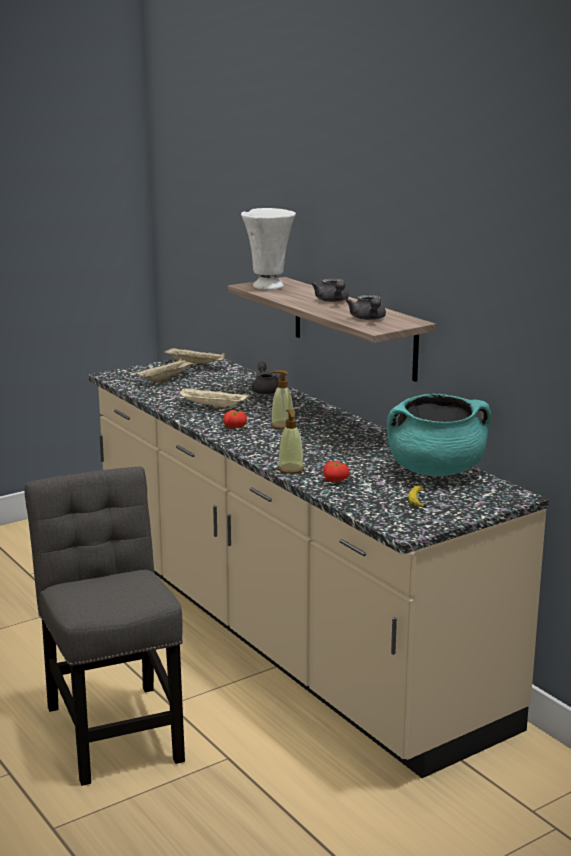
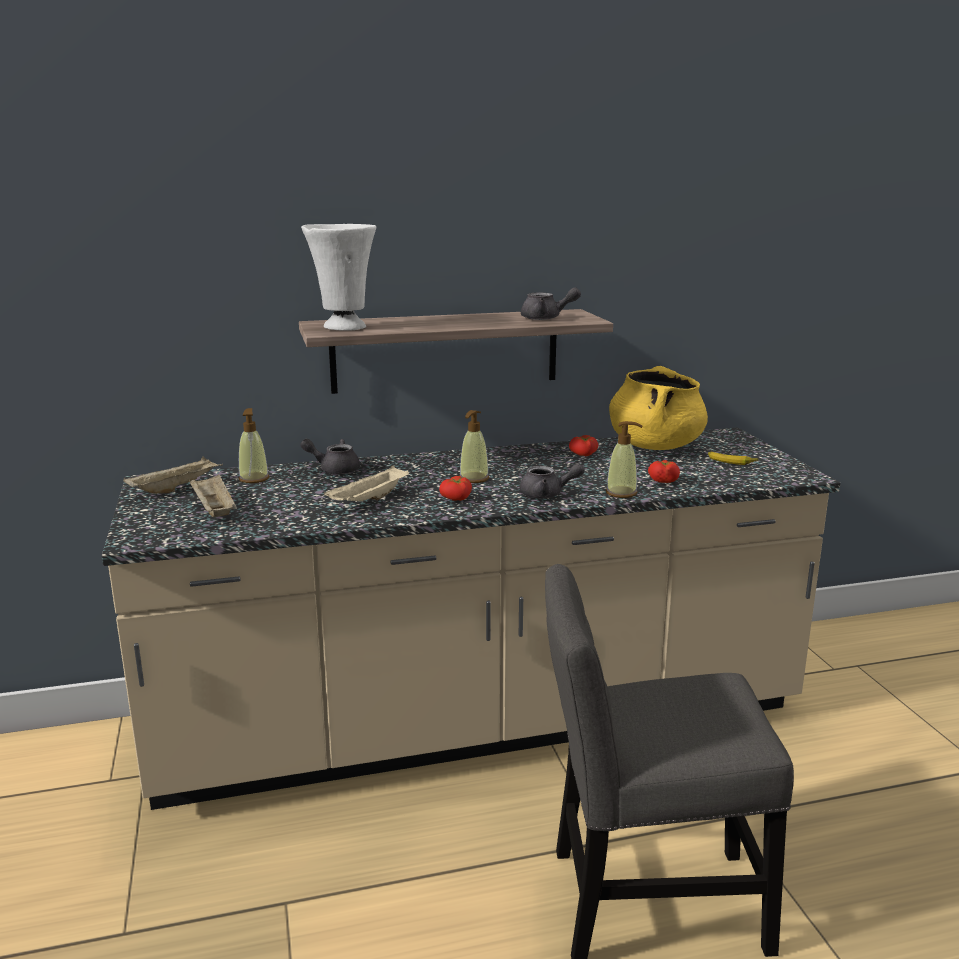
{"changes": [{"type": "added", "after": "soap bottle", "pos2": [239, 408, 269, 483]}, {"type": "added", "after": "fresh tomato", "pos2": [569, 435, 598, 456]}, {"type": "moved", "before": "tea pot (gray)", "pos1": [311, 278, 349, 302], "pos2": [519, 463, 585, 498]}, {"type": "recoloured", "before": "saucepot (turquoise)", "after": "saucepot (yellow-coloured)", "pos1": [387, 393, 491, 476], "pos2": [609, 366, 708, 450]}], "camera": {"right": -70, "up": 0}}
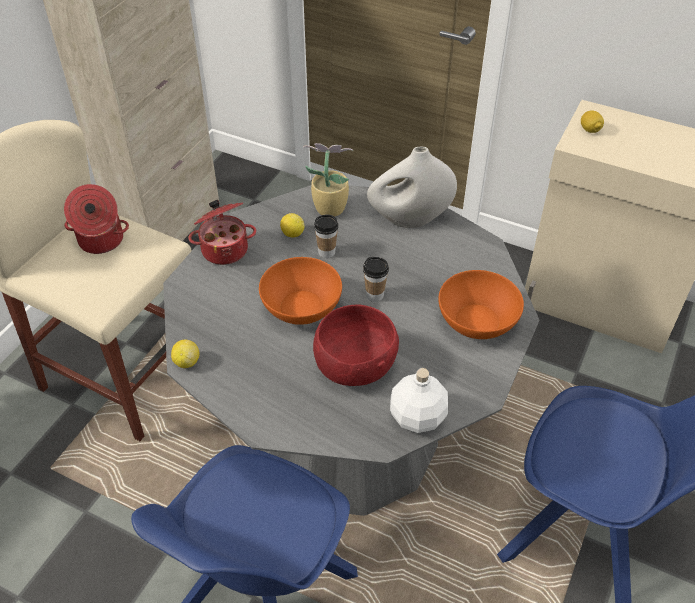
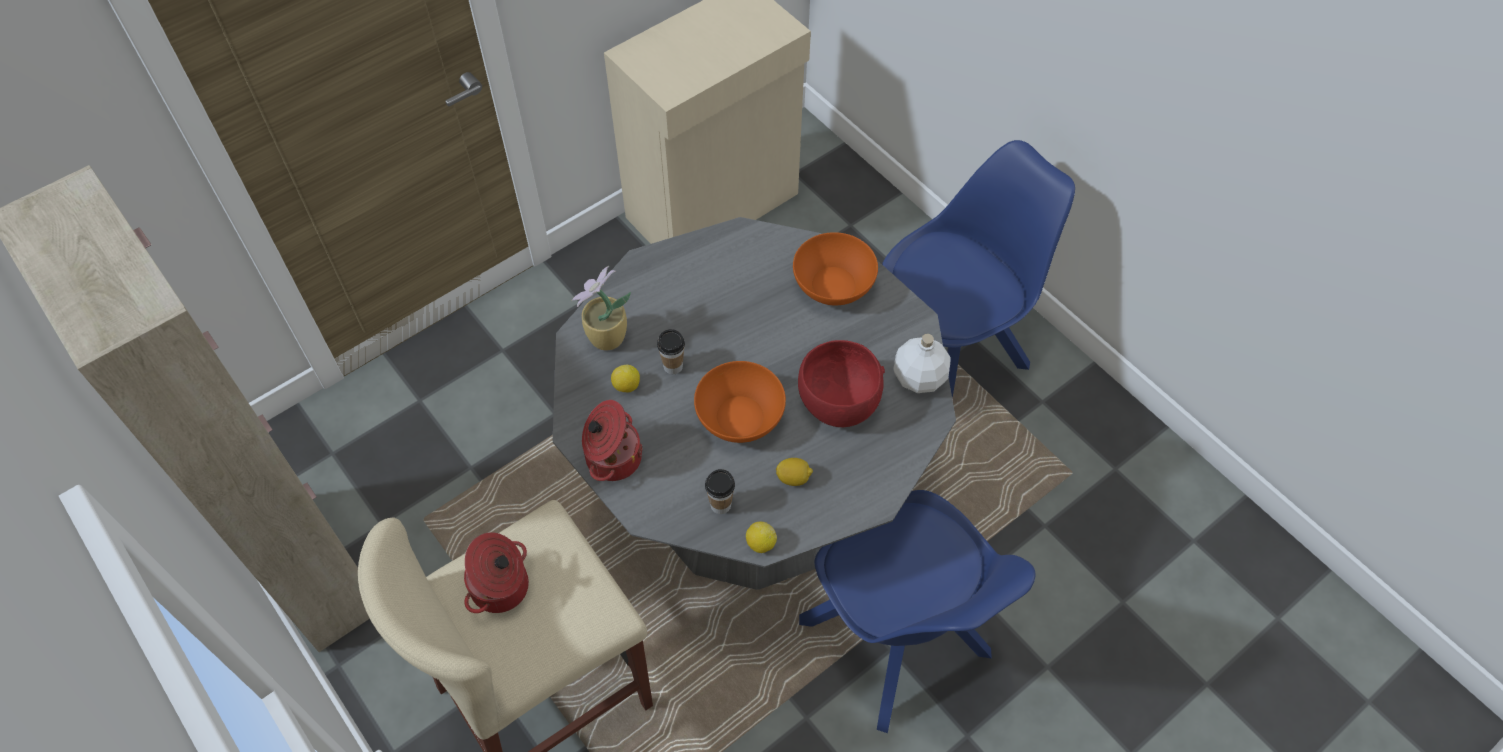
{"changes": [{"type": "removed", "before": "flower vase (whitish)", "pos1": [367, 146, 457, 228]}, {"type": "moved", "before": "cup", "pos1": [363, 257, 389, 302], "pos2": [705, 469, 735, 514]}, {"type": "moved", "before": "lemon", "pos1": [581, 110, 604, 133], "pos2": [776, 458, 813, 486]}], "camera": {"right": -65, "up": 10}}
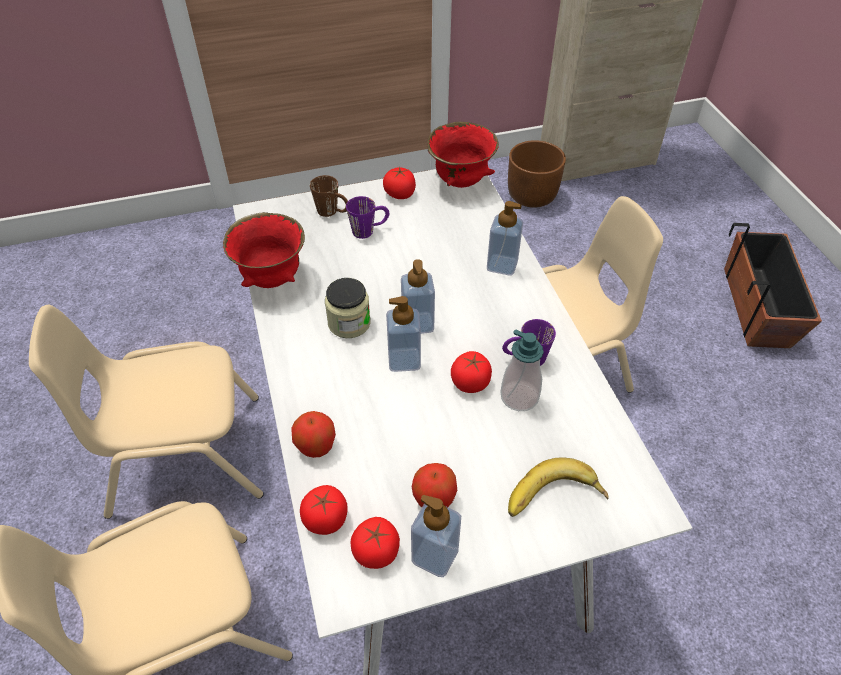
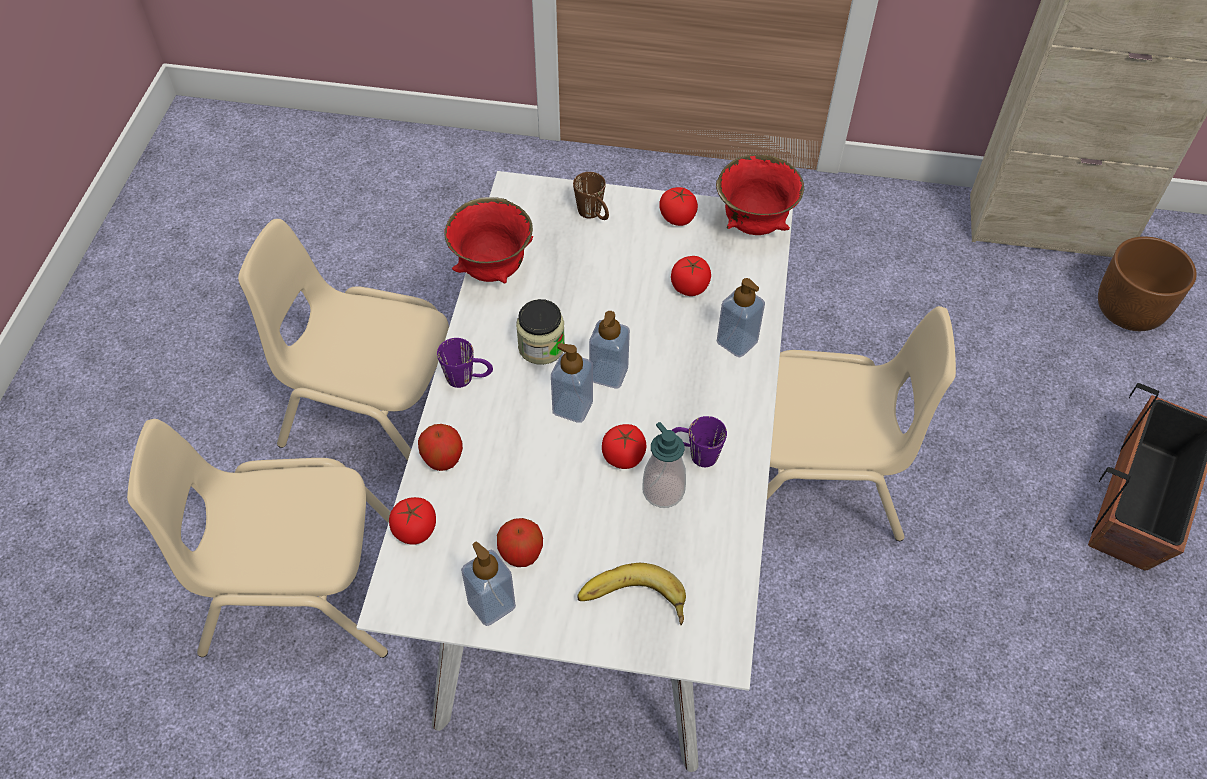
{"changes": [{"type": "moved", "before": "mug (purple-coloured)", "pos1": [346, 196, 389, 239], "pos2": [437, 338, 493, 388]}, {"type": "moved", "before": "fresh tomato", "pos1": [350, 517, 400, 569], "pos2": [671, 256, 711, 296]}, {"type": "moved", "before": "plant pot (brown)", "pos1": [508, 140, 566, 208], "pos2": [1098, 237, 1197, 331]}], "camera": {"right": 25, "up": 5}}
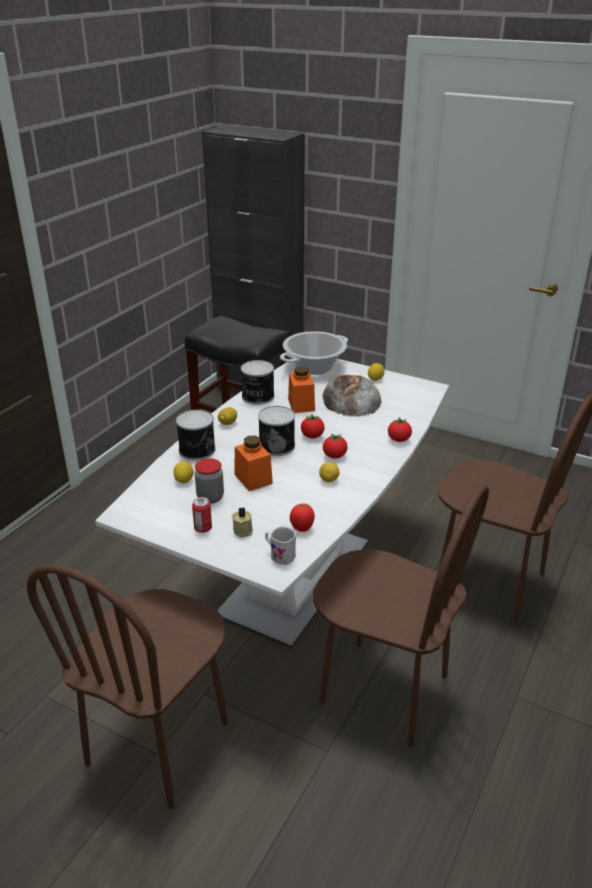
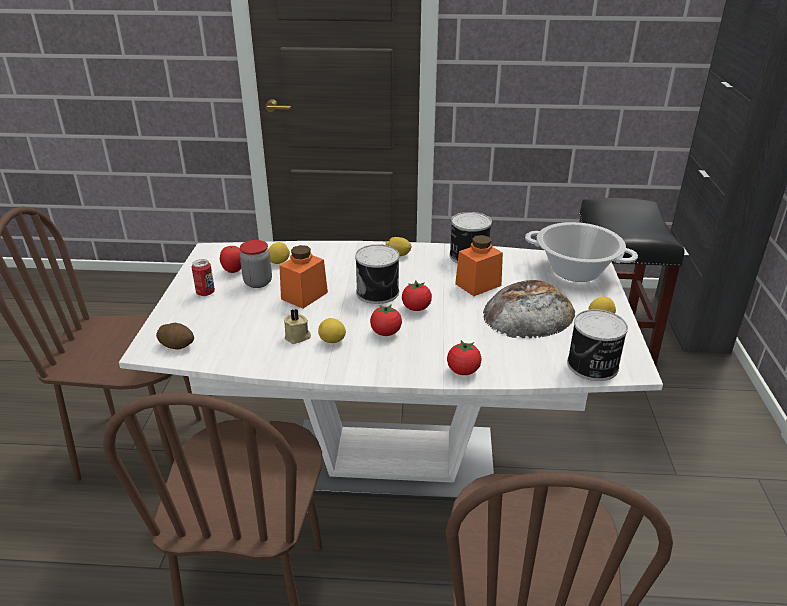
{"changes": [{"type": "moved", "before": "metal can", "pos1": [176, 410, 215, 460], "pos2": [567, 309, 628, 381]}, {"type": "moved", "before": "candle (sand-coloured)", "pos1": [232, 507, 253, 538], "pos2": [284, 309, 311, 344]}, {"type": "moved", "before": "fresh tomato", "pos1": [290, 503, 315, 532], "pos2": [220, 246, 241, 273]}, {"type": "replaced", "before": "mug (whitish)", "after": "spud", "pos1": [265, 526, 296, 565], "pos2": [156, 323, 194, 350]}], "camera": {"right": 65, "up": 0}}
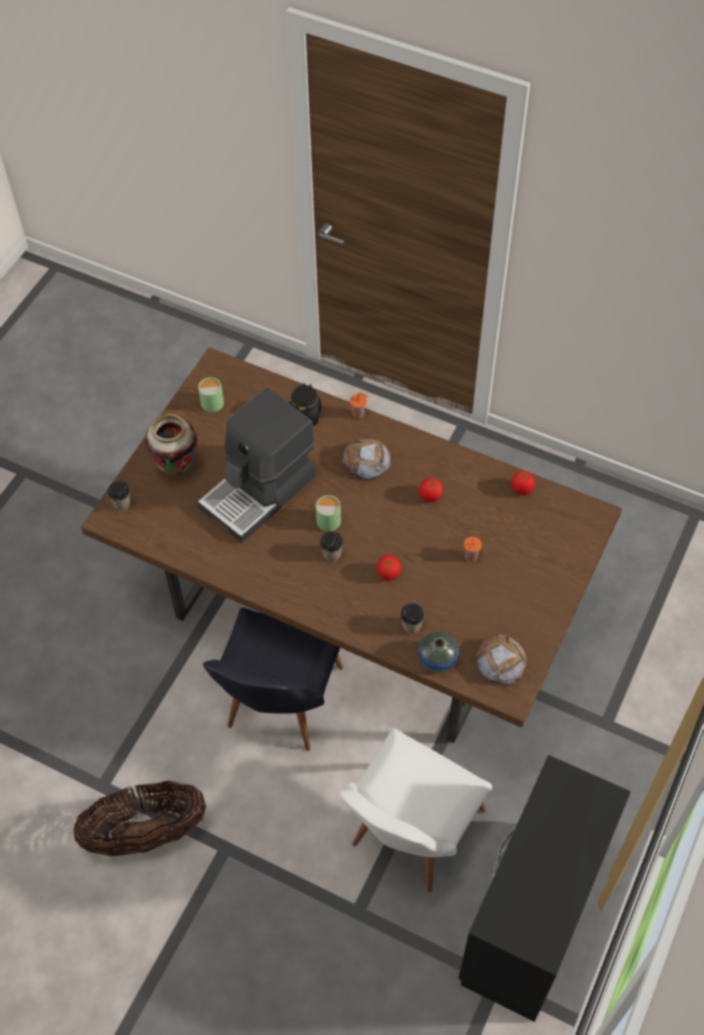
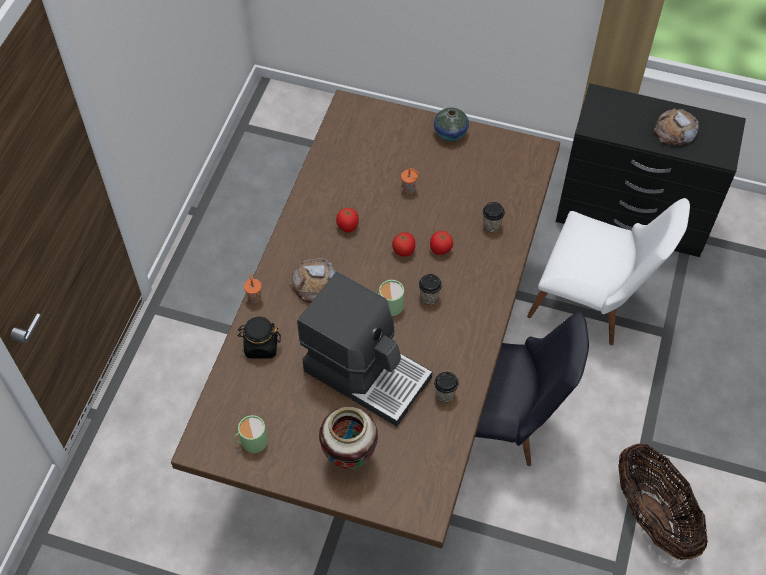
{"changes": [{"type": "moved", "before": "cup", "pos1": [107, 481, 131, 511], "pos2": [434, 372, 459, 403]}, {"type": "moved", "before": "flower vase", "pos1": [418, 632, 459, 672], "pos2": [434, 107, 469, 141]}, {"type": "moved", "before": "bakery bread", "pos1": [476, 633, 527, 686], "pos2": [654, 108, 699, 146]}, {"type": "moved", "before": "fresh tomato", "pos1": [511, 470, 535, 495], "pos2": [392, 232, 415, 257]}], "camera": {"right": -100, "up": 0}}
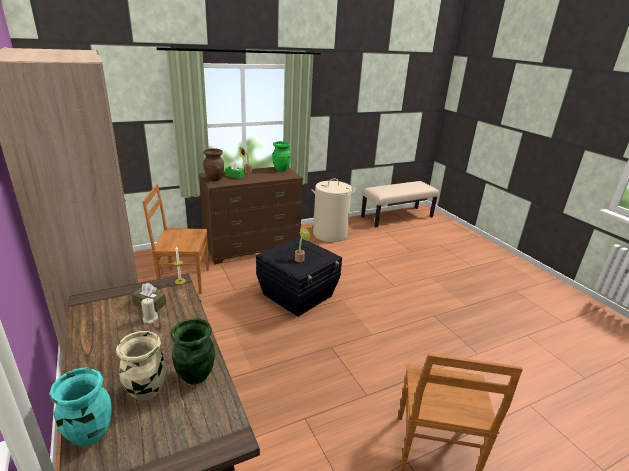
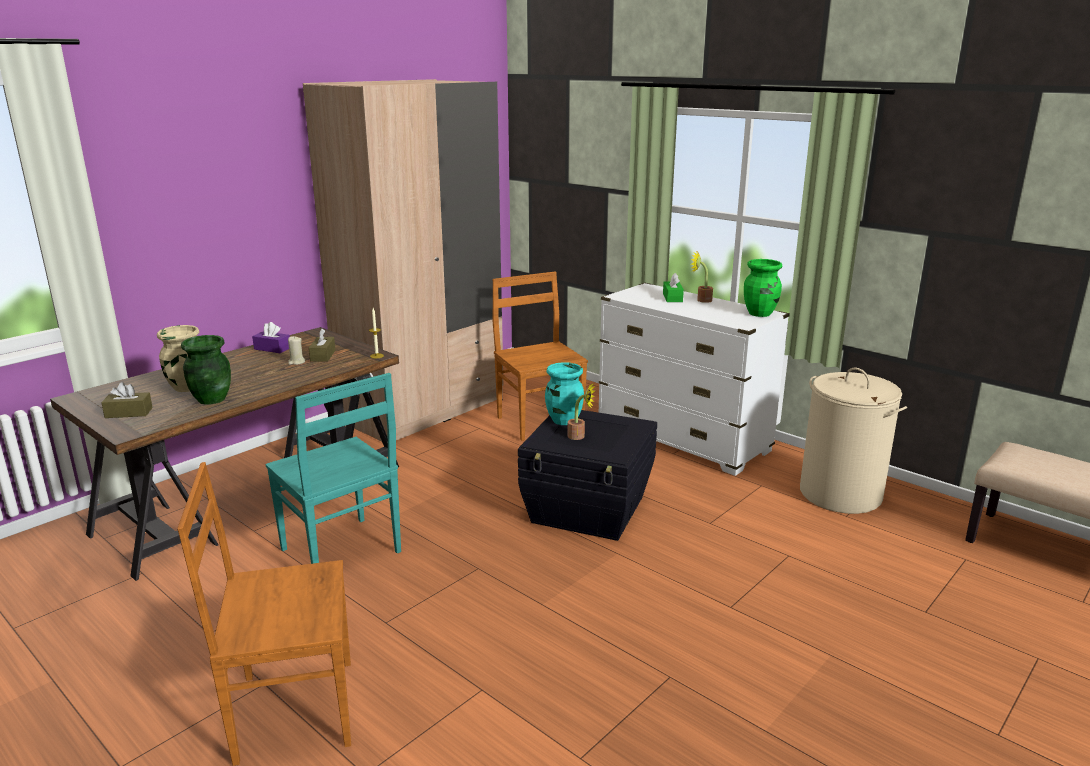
{"changes": [{"type": "removed", "before": "flower vase (brown)", "pos1": [203, 148, 224, 181]}, {"type": "added", "after": "tissue box (brown)", "pos2": [101, 382, 153, 418]}, {"type": "added", "after": "tissue box (purple-coloured)", "pos2": [252, 322, 290, 353]}, {"type": "added", "after": "chair (turquoise)", "pos2": [266, 373, 401, 564]}, {"type": "moved", "before": "flower vase (turquoise)", "pos1": [49, 368, 112, 446], "pos2": [545, 362, 584, 425]}, {"type": "recoloured", "before": "drawer chest (brown)", "after": "drawer chest (whitish)", "pos1": [199, 167, 303, 264], "pos2": [599, 283, 790, 476]}], "camera": {"right": 70, "up": -5}}
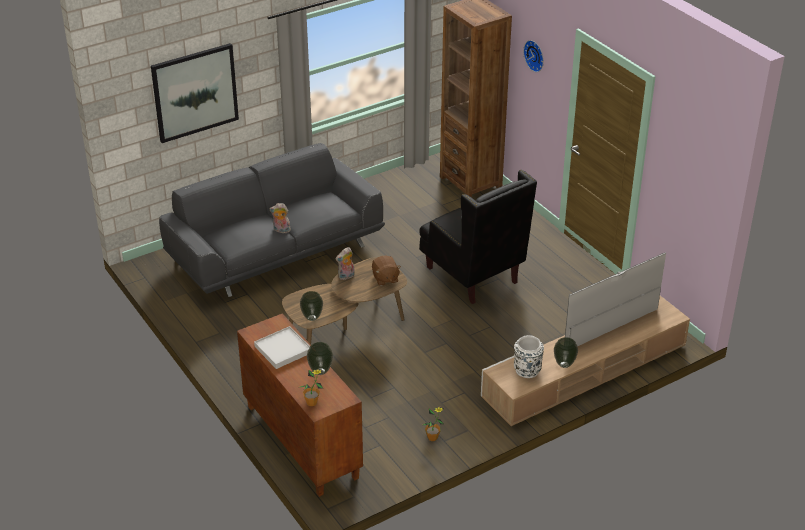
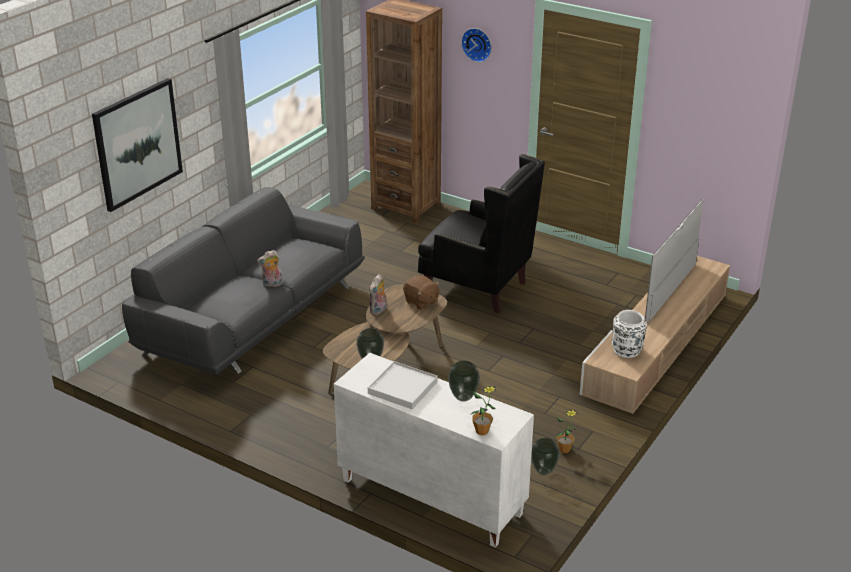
{"changes": [{"type": "moved", "before": "flower vase", "pos1": [554, 337, 578, 368], "pos2": [531, 438, 560, 475]}, {"type": "recoloured", "before": "cupboard (brown)", "after": "cupboard (whitish)", "pos1": [237, 313, 363, 497], "pos2": [334, 353, 534, 548]}], "camera": {"right": -25, "up": -5}}
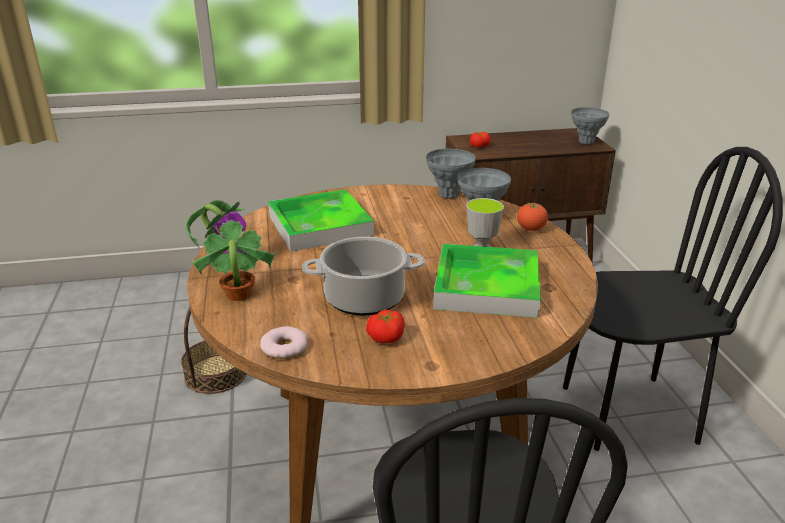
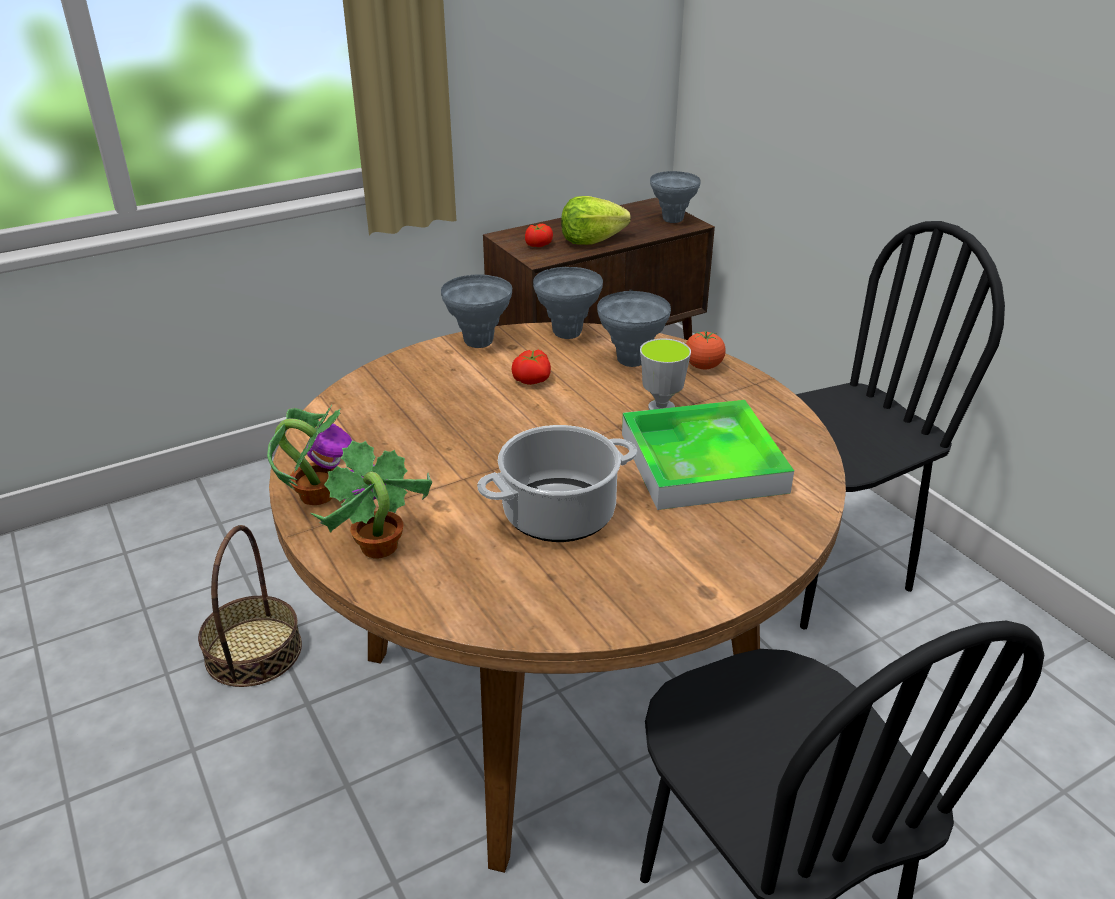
{"changes": [{"type": "removed", "before": "donut", "pos1": [260, 326, 308, 359]}, {"type": "removed", "before": "serving tray", "pos1": [268, 189, 374, 252]}, {"type": "added", "after": "flower vase (gray)", "pos2": [441, 275, 512, 348]}, {"type": "added", "after": "head of lettuce", "pos2": [561, 196, 631, 245]}, {"type": "moved", "before": "fresh tomato", "pos1": [366, 310, 405, 343], "pos2": [511, 350, 551, 385]}], "camera": {"right": -20, "up": 5}}
